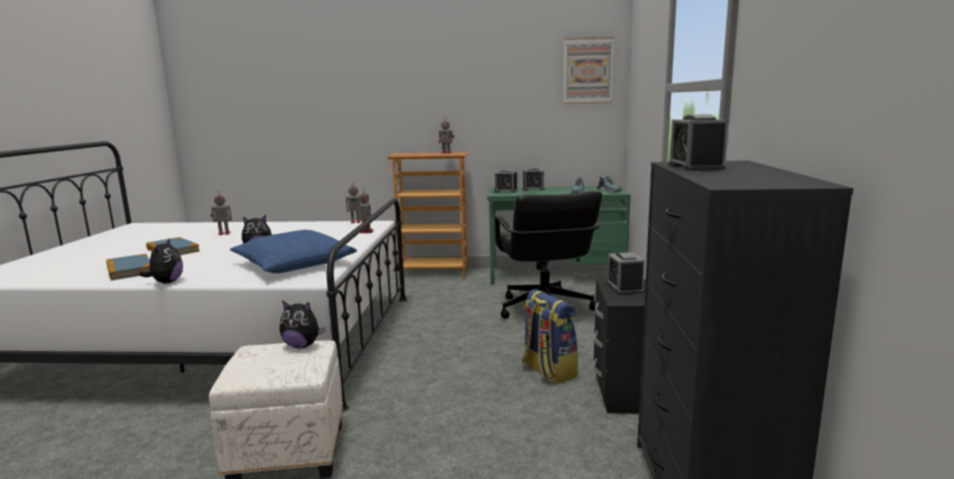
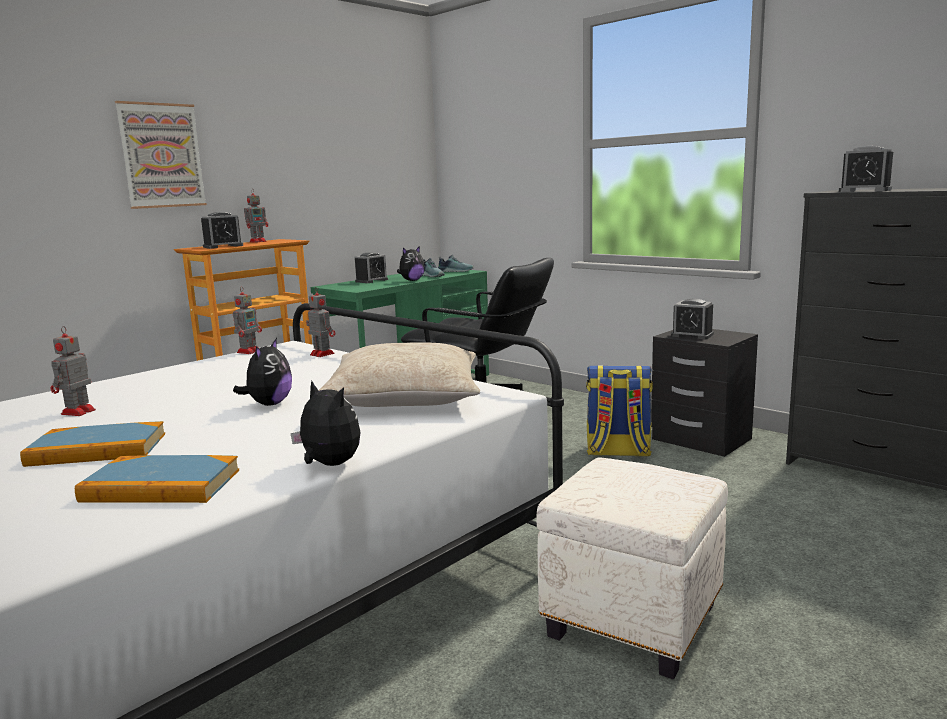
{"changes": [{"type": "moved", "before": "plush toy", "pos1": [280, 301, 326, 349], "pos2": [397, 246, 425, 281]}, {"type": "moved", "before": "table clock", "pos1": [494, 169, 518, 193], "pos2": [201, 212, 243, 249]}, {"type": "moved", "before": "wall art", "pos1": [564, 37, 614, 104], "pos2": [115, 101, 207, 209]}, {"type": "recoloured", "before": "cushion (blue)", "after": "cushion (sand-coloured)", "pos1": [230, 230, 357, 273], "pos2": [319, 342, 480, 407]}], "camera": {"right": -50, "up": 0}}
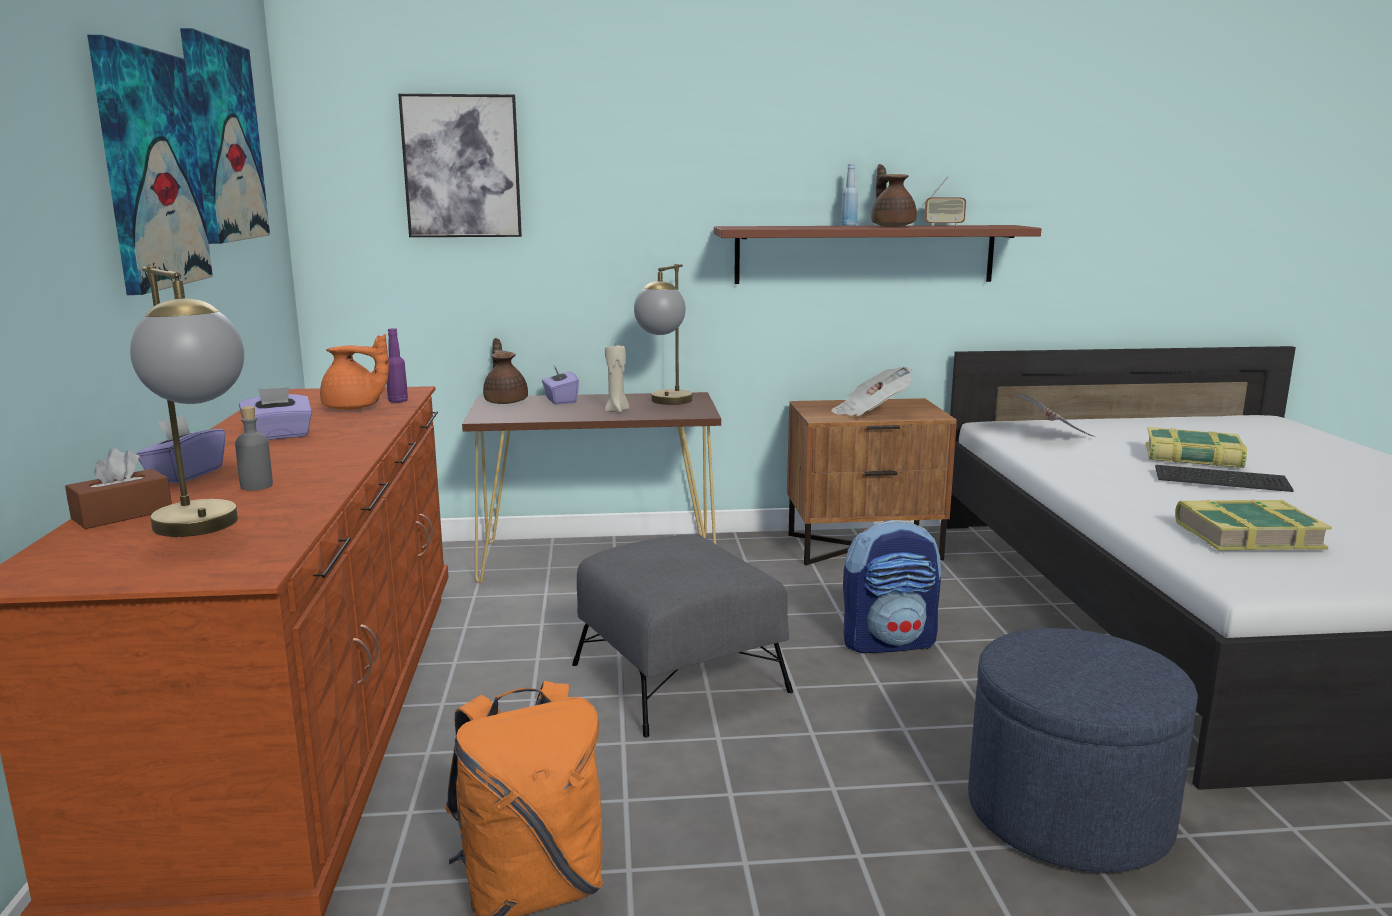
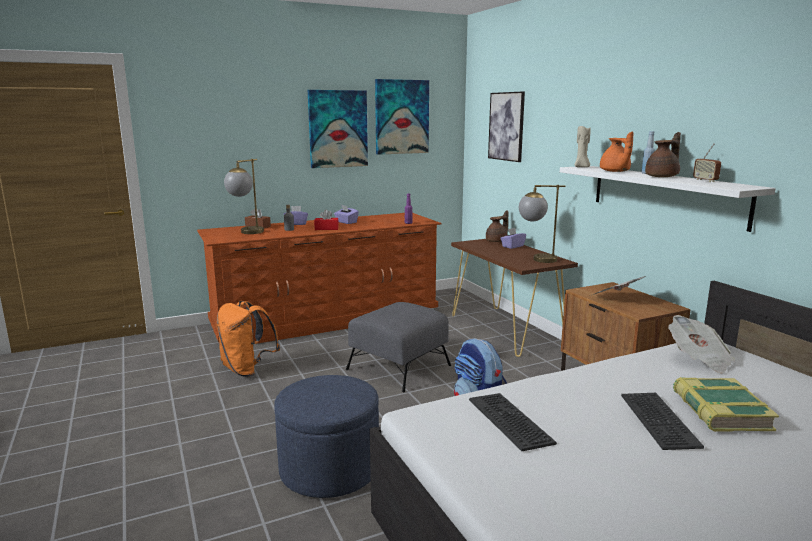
{"changes": [{"type": "added", "after": "tissue box (red)", "pos2": [314, 210, 339, 230]}, {"type": "moved", "before": "tea pot (orange)", "pos1": [320, 334, 389, 410], "pos2": [600, 131, 633, 172]}, {"type": "moved", "before": "candle (sand-coloured)", "pos1": [605, 345, 629, 413], "pos2": [575, 125, 591, 167]}, {"type": "replaced", "before": "book", "after": "keyboard", "pos1": [1175, 500, 1332, 550], "pos2": [469, 393, 557, 451]}, {"type": "recoloured", "before": "shelf (brown)", "after": "shelf (whitish)", "pos1": [714, 225, 1042, 284], "pos2": [560, 166, 776, 232]}], "camera": {"right": 70, "up": 0}}
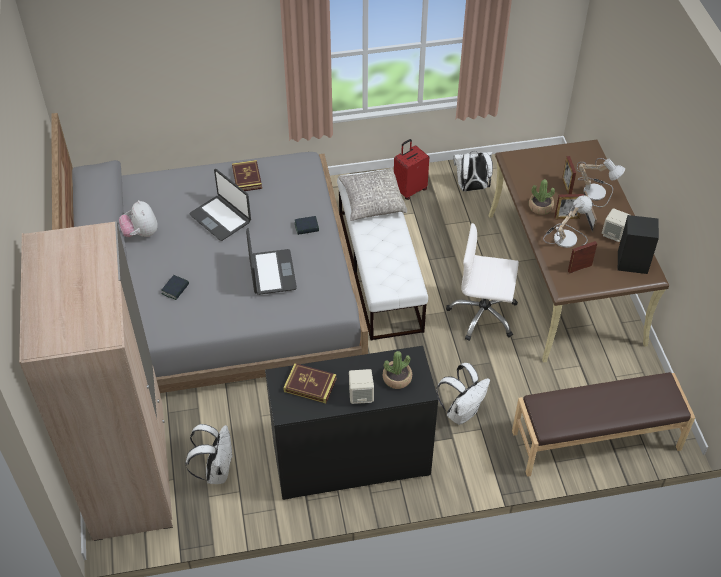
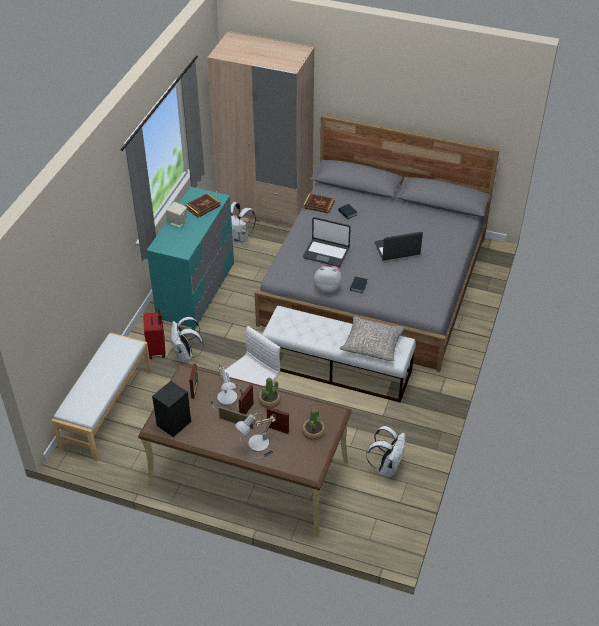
{"changes": [{"type": "removed", "before": "loudspeaker (sand-coloured)", "pos1": [602, 208, 630, 242]}, {"type": "moved", "before": "plush toy", "pos1": [119, 200, 158, 237], "pos2": [314, 266, 342, 292]}, {"type": "moved", "before": "book", "pos1": [232, 160, 262, 191], "pos2": [303, 193, 335, 214]}, {"type": "moved", "before": "plant in a pot", "pos1": [383, 351, 412, 389], "pos2": [302, 409, 325, 440]}, {"type": "moved", "before": "suitcase (red)", "pos1": [394, 139, 429, 200], "pos2": [143, 309, 166, 359]}, {"type": "recoloured", "before": "drawer chest (black)", "after": "drawer chest (turquoise)", "pos1": [265, 346, 438, 500], "pos2": [147, 187, 234, 330]}, {"type": "recoloured", "before": "bench (brown)", "after": "bench (whitish)", "pos1": [512, 372, 695, 477], "pos2": [51, 332, 152, 461]}], "camera": {"right": 120, "up": -5}}
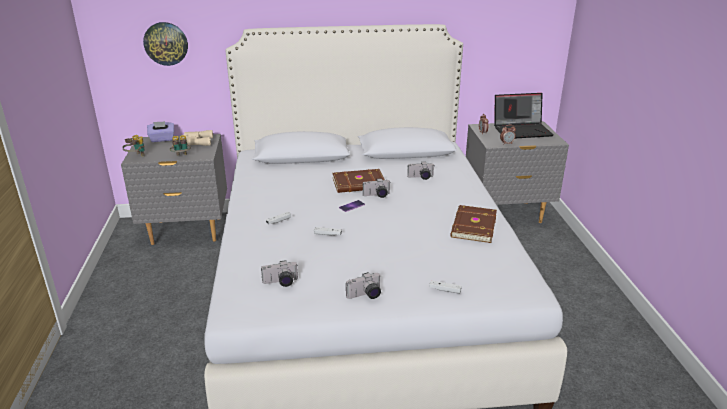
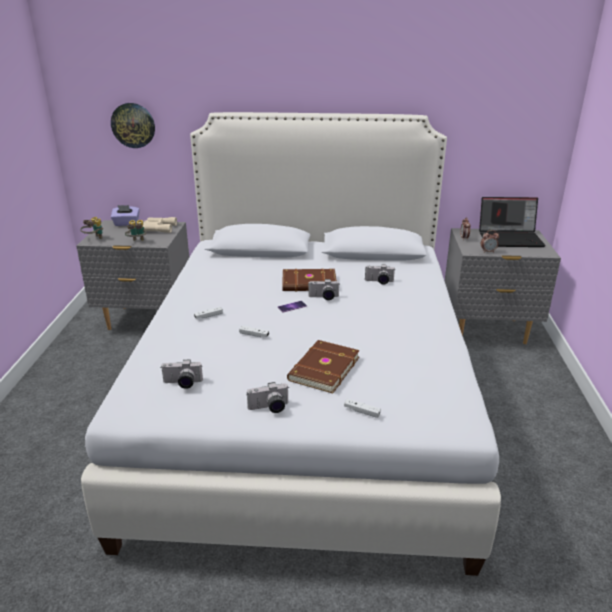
{"changes": [{"type": "moved", "before": "book (brown)", "pos1": [450, 205, 497, 243], "pos2": [287, 340, 360, 394]}], "camera": {"right": 10, "up": 0}}
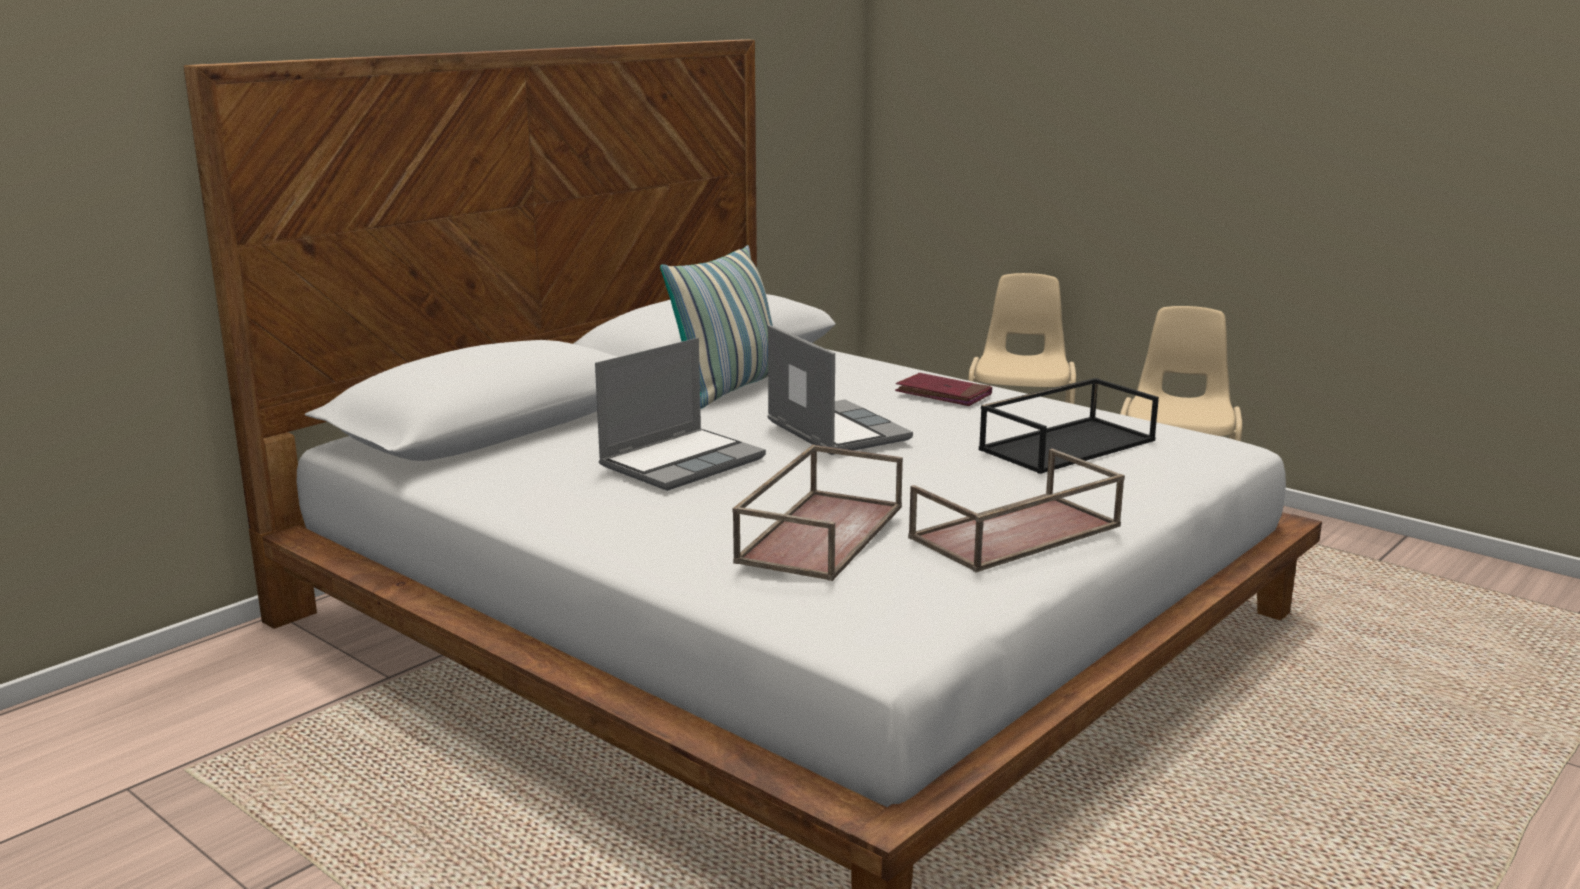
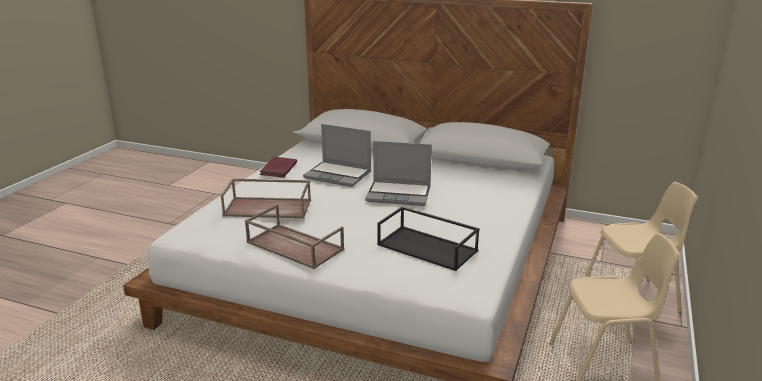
{"changes": [{"type": "removed", "before": "cushion", "pos1": [660, 245, 773, 409]}, {"type": "moved", "before": "book (red)", "pos1": [895, 373, 992, 406], "pos2": [260, 157, 297, 178]}, {"type": "turned", "before": "laptop", "pos1": [767, 325, 913, 455], "pos2": [365, 141, 432, 206], "turn": 60}], "camera": {"right": 70, "up": 5}}
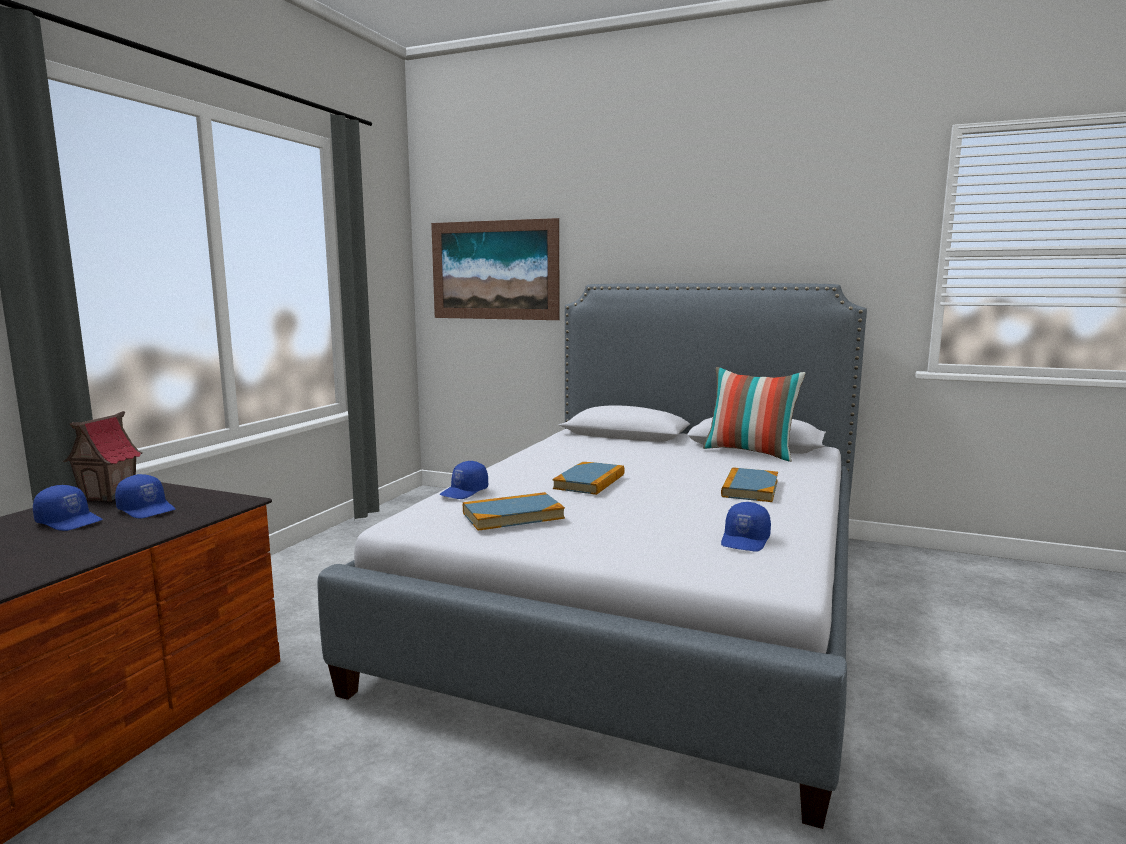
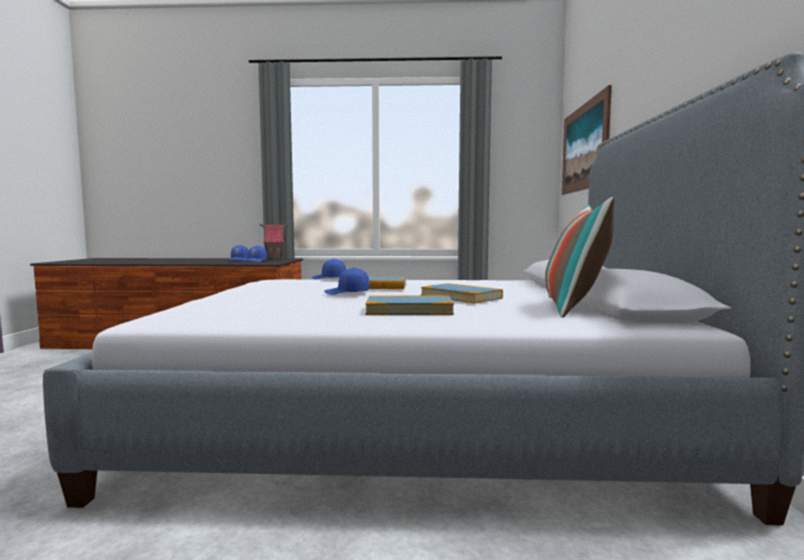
{"changes": [{"type": "moved", "before": "book", "pos1": [463, 492, 565, 531], "pos2": [421, 283, 503, 304]}, {"type": "moved", "before": "baseball cap (blue)", "pos1": [721, 502, 771, 551], "pos2": [324, 268, 369, 295]}], "camera": {"right": 70, "up": -5}}
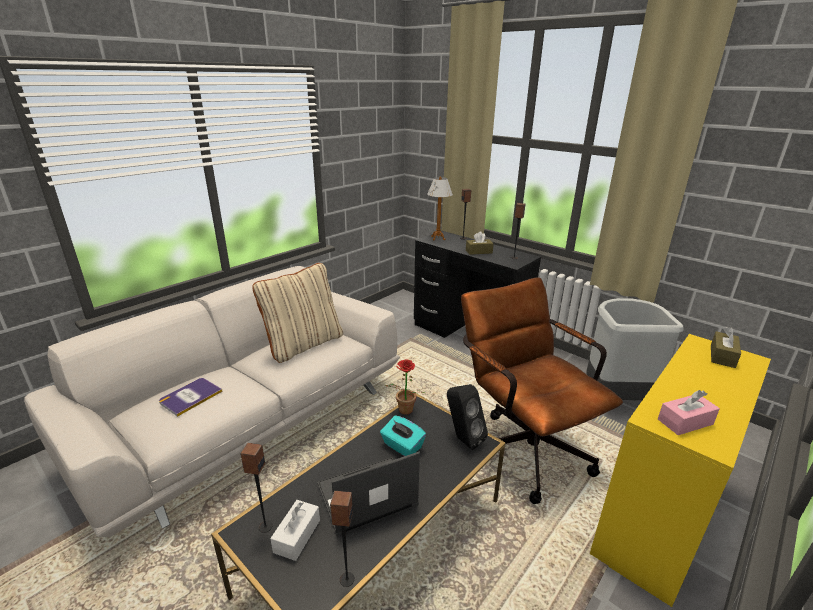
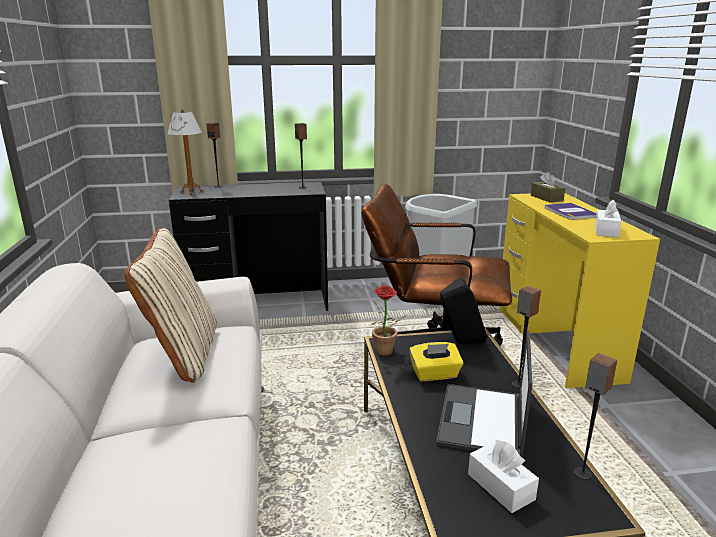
{"changes": [{"type": "removed", "before": "tissue box (brown)", "pos1": [466, 231, 494, 255]}, {"type": "moved", "before": "book", "pos1": [159, 378, 223, 417], "pos2": [545, 203, 597, 220]}, {"type": "moved", "before": "loudspeaker", "pos1": [240, 443, 273, 533], "pos2": [512, 286, 541, 388]}, {"type": "recoloured", "before": "tissue box (turquoise)", "after": "tissue box (yellow-coloured)", "pos1": [380, 416, 426, 456], "pos2": [409, 342, 463, 381]}, {"type": "recoloured", "before": "tissue box (pink-coloured)", "after": "tissue box (whitish)", "pos1": [658, 390, 720, 435], "pos2": [595, 200, 622, 237]}], "camera": {"right": -50, "up": -5}}
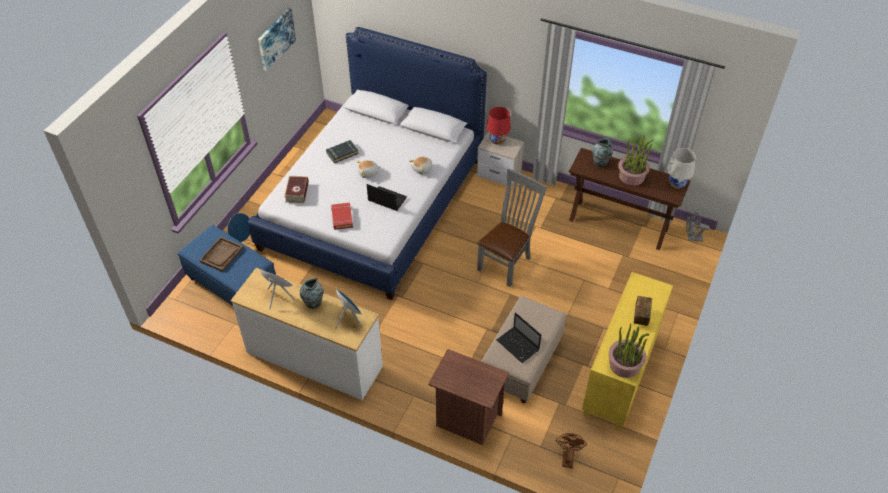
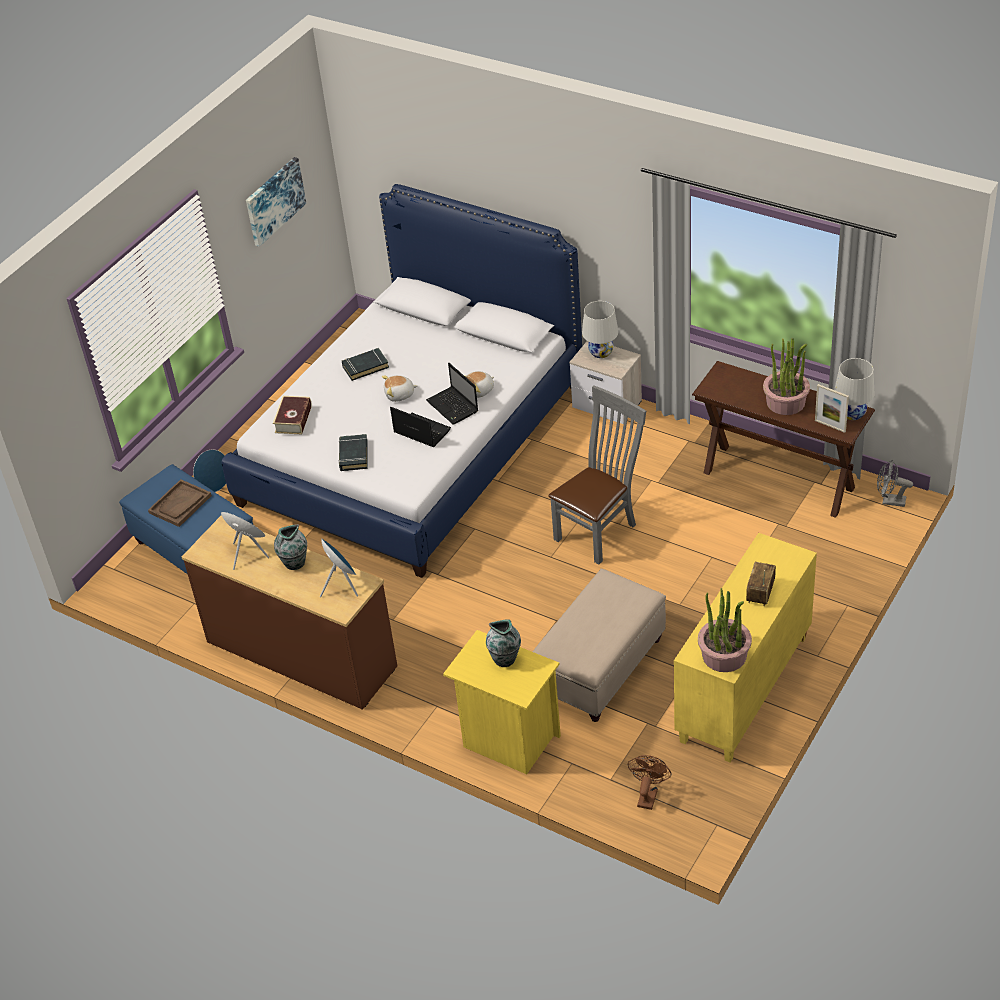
{"changes": [{"type": "added", "after": "photo frame", "pos2": [815, 384, 849, 433]}, {"type": "moved", "before": "laptop", "pos1": [497, 312, 541, 363], "pos2": [426, 363, 478, 424]}, {"type": "moved", "before": "flower vase", "pos1": [592, 138, 613, 167], "pos2": [486, 619, 521, 667]}, {"type": "recoloured", "before": "drawer chest (whitish)", "after": "drawer chest (brown)", "pos1": [230, 268, 383, 400], "pos2": [182, 515, 397, 710]}, {"type": "recoloured", "before": "book (red)", "after": "book (black)", "pos1": [331, 203, 353, 230], "pos2": [338, 434, 368, 471]}, {"type": "recoloured", "before": "nightstand (brown)", "after": "nightstand (yellow-coloured)", "pos1": [428, 349, 509, 445], "pos2": [443, 630, 561, 774]}, {"type": "recoloured", "before": "table lamp (red)", "after": "table lamp (whitish)", "pos1": [487, 107, 511, 145], "pos2": [582, 301, 619, 358]}], "camera": {"right": 10, "up": -5}}
